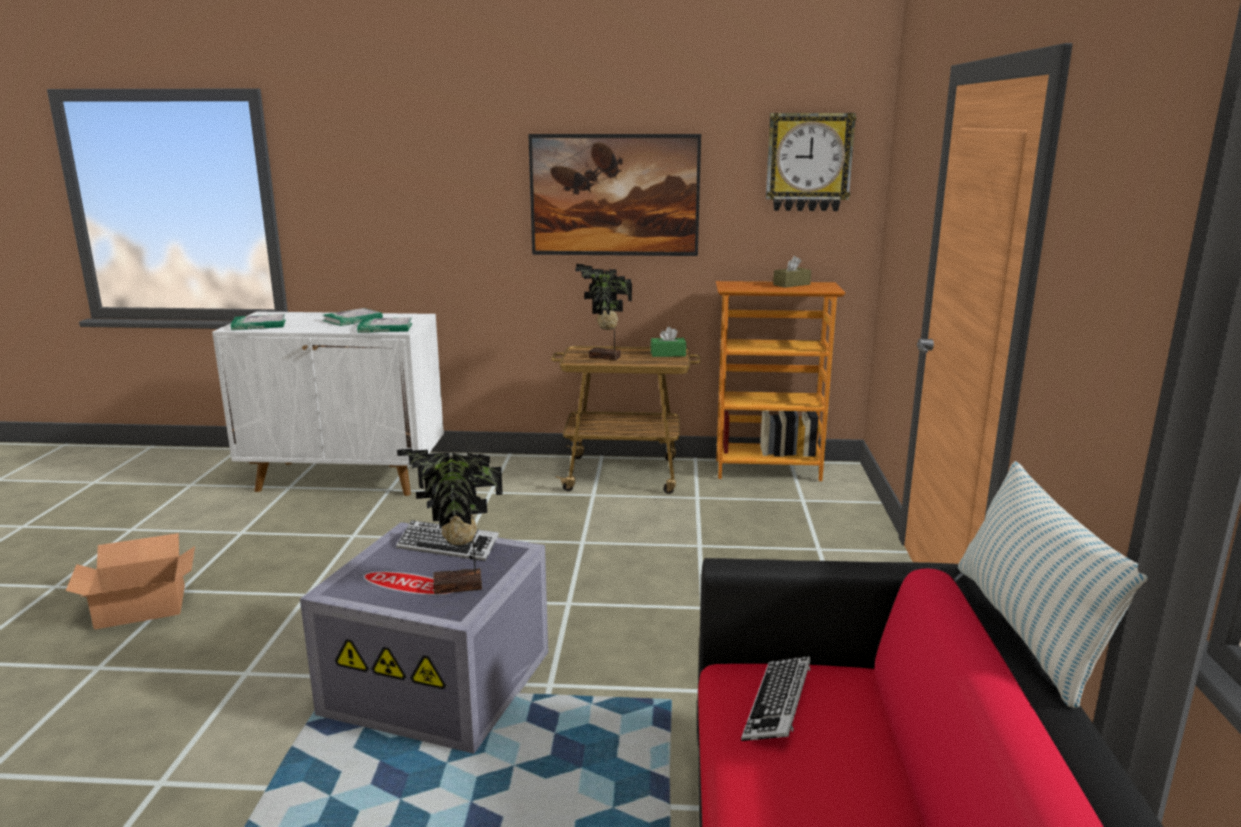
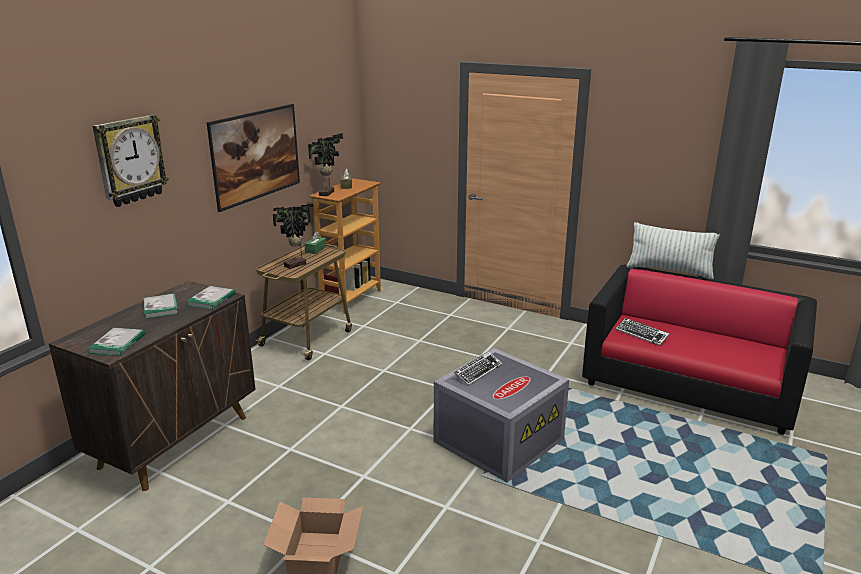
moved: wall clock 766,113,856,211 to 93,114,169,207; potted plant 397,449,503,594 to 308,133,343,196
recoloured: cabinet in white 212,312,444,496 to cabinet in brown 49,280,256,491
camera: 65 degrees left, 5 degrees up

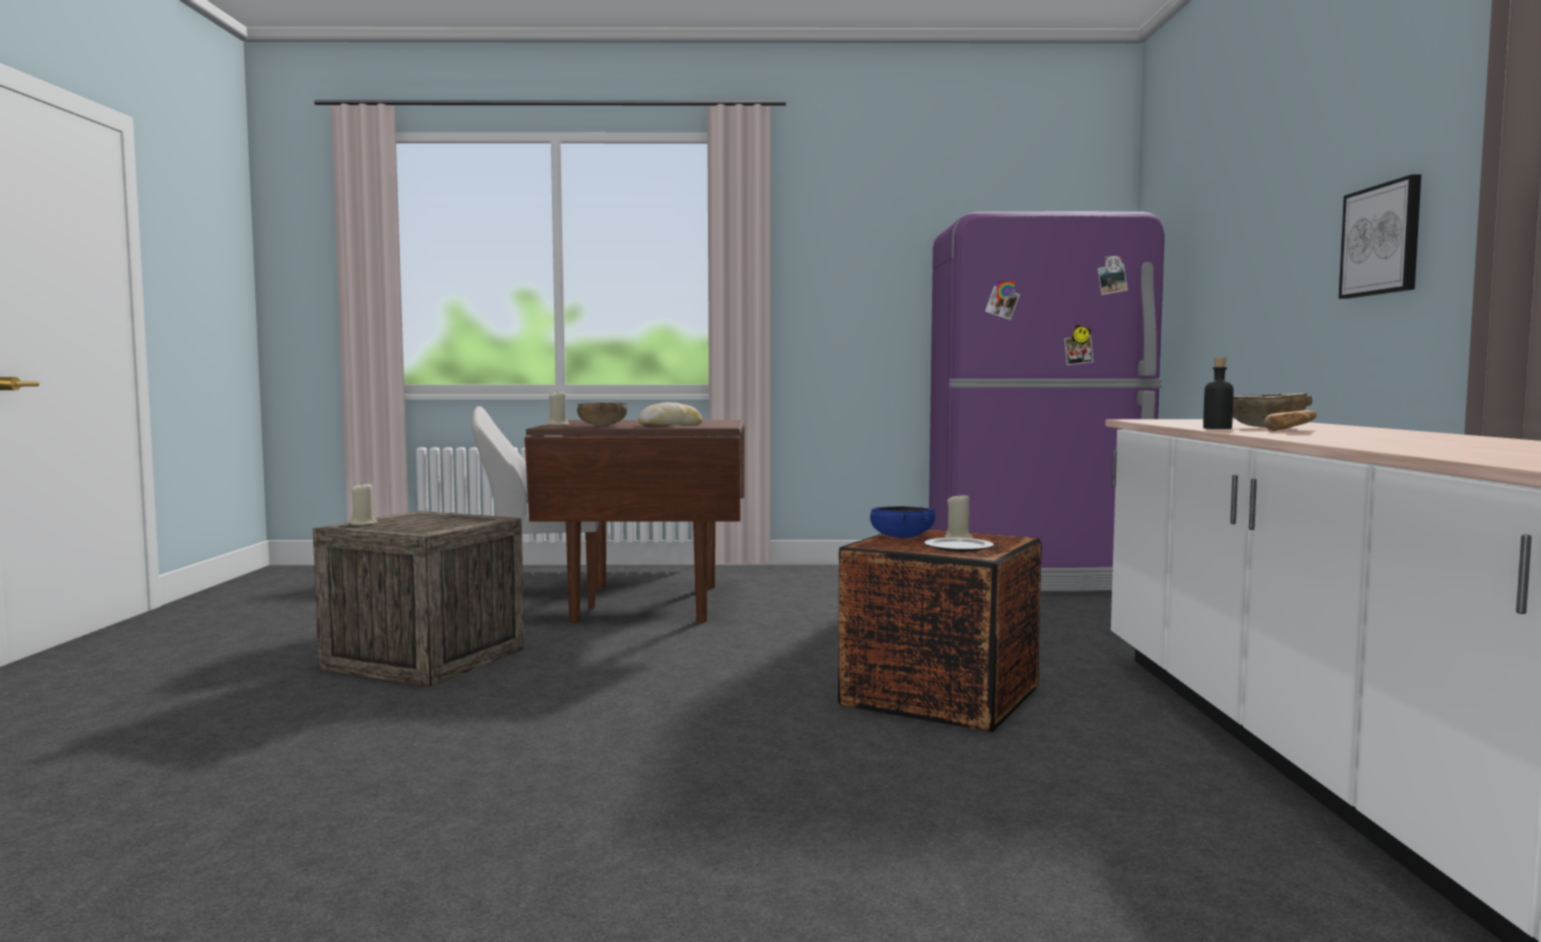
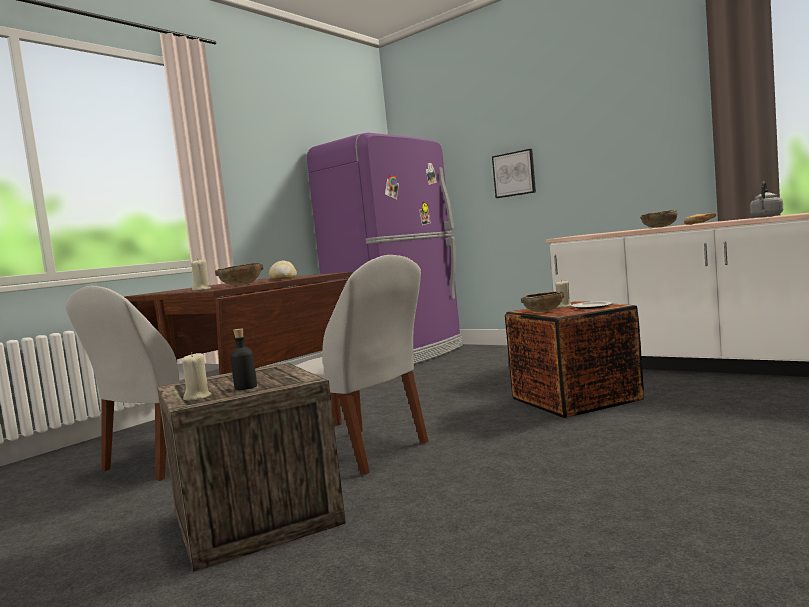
added: chair in white 295,255,429,475; kettle in grey 750,181,783,218
moved: bottle in black 1203,357,1234,429 to 230,329,257,390; picture 1339,175,1421,299 to 492,149,536,198
recoloured: bowl in blue 870,506,935,538 to bowl in brown 521,291,564,312
camera: 50 degrees left, 0 degrees up

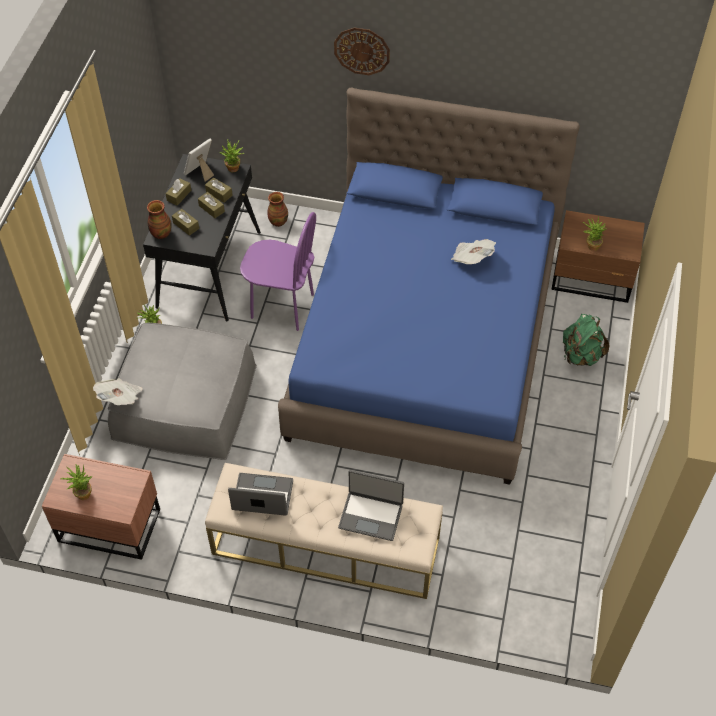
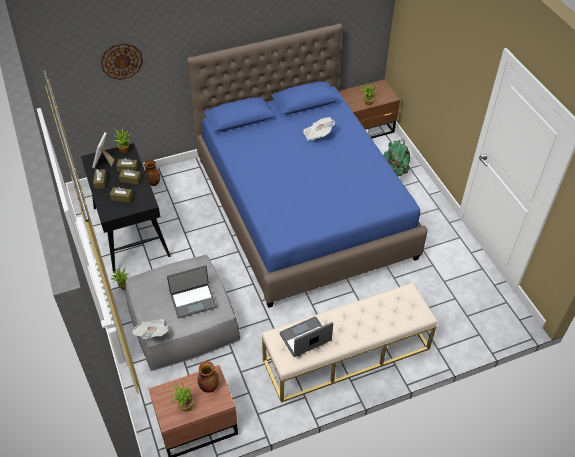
removed: chair in purple 240,212,316,331
moved: wall clock 334,27,390,75 to 100,43,143,80; laptop 338,470,404,541 to 167,265,217,318; vase 147,200,172,239 to 197,361,219,393
camera: 35 degrees left, 5 degrees down

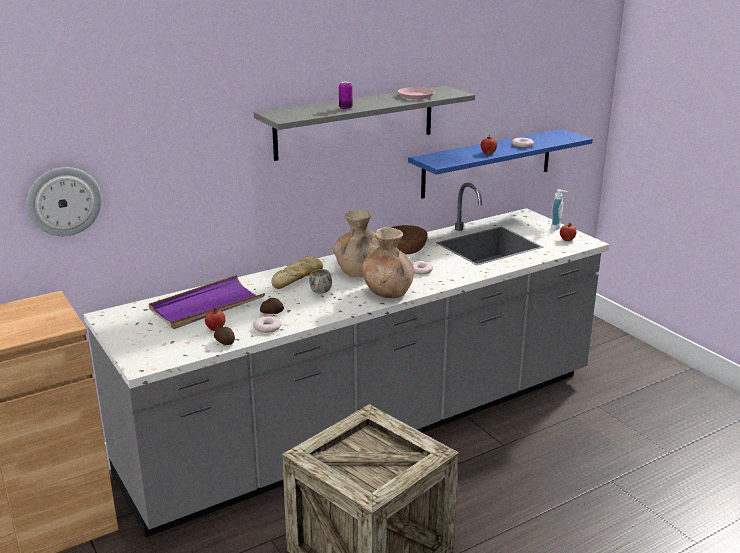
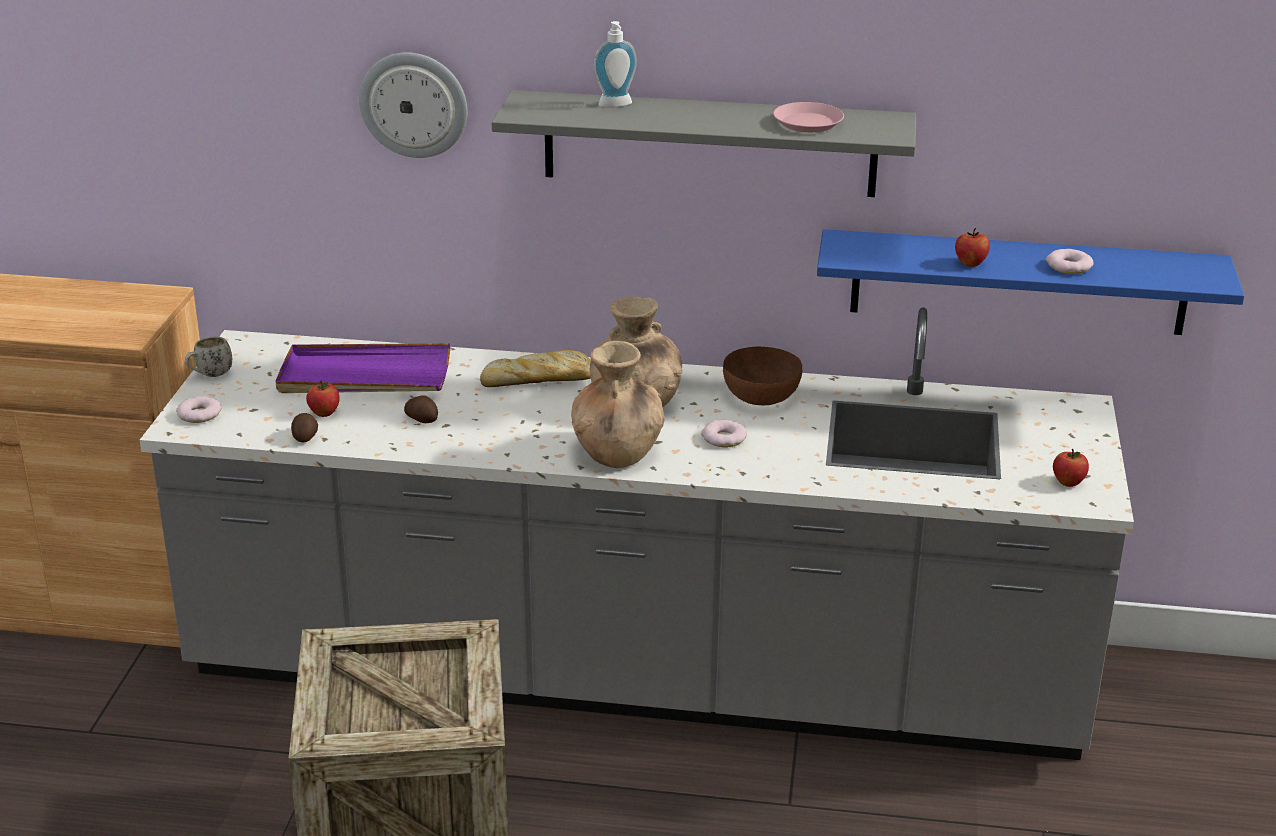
removed: can 339,81,353,110
moved: donut 253,316,282,333 to 176,396,222,423; mug in white 309,269,332,294 to 184,337,232,377; wall clock 27,167,102,236 to 359,52,467,158; soap dispenser 551,189,568,231 to 594,21,637,108
camera: 40 degrees right, 5 degrees up

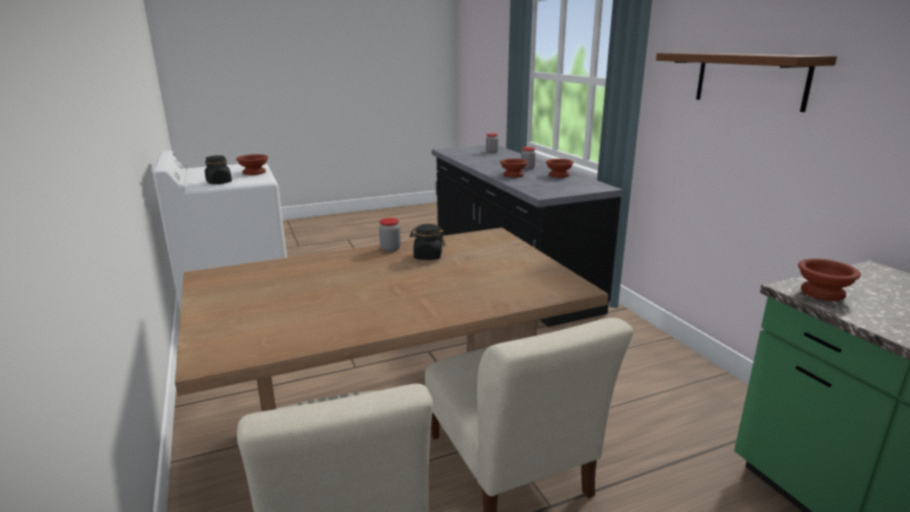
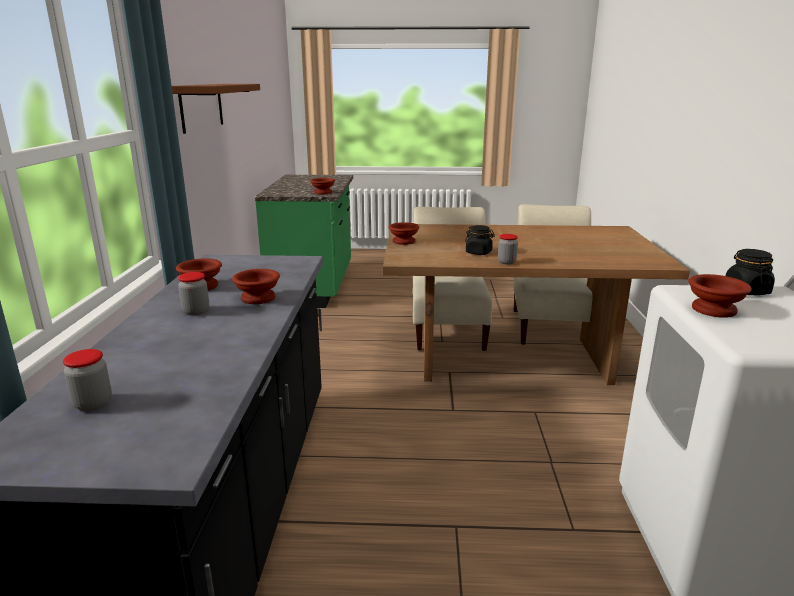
added: bowl in brown 388,222,420,245
camera: 155 degrees left, 0 degrees up

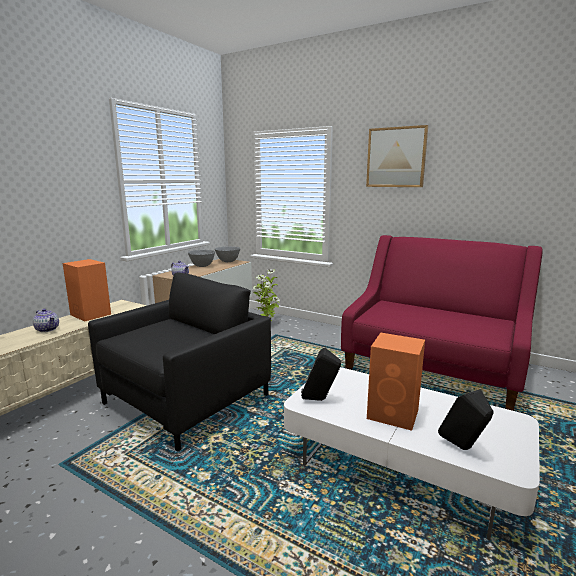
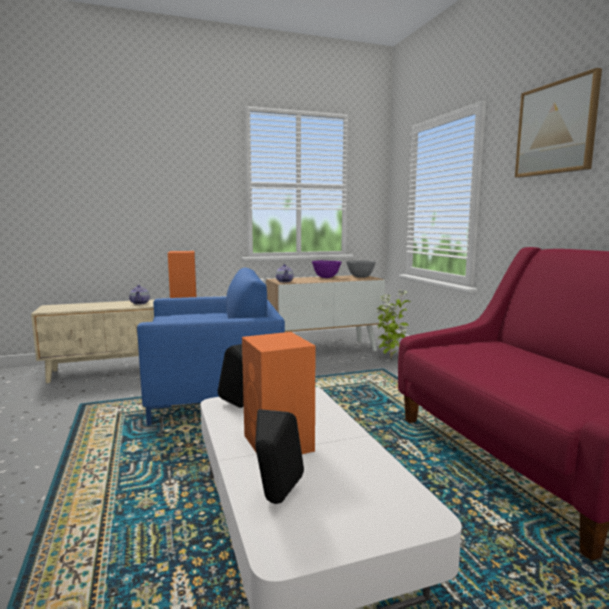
recoloured: armchair in black 88,273,271,452 to armchair in blue 137,268,285,426; bowl in grey 188,250,215,267 to bowl in purple 312,260,341,278
camera: 40 degrees right, 5 degrees down

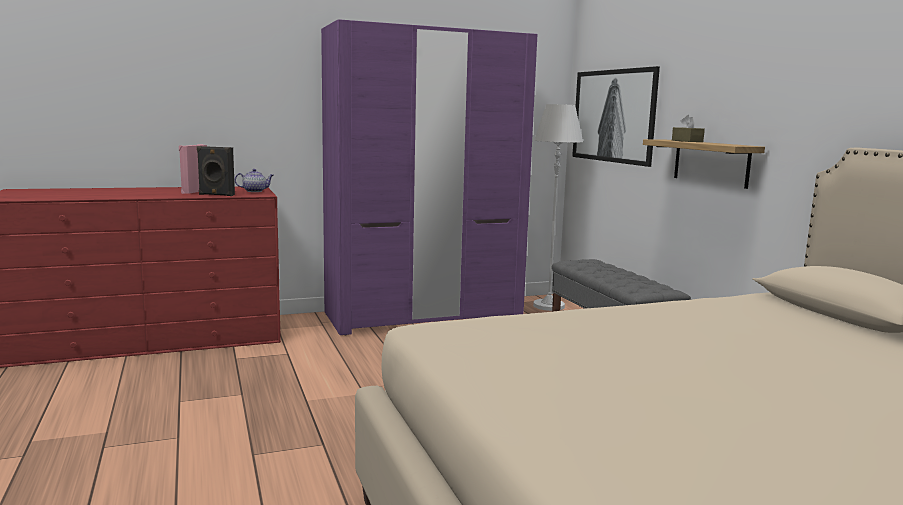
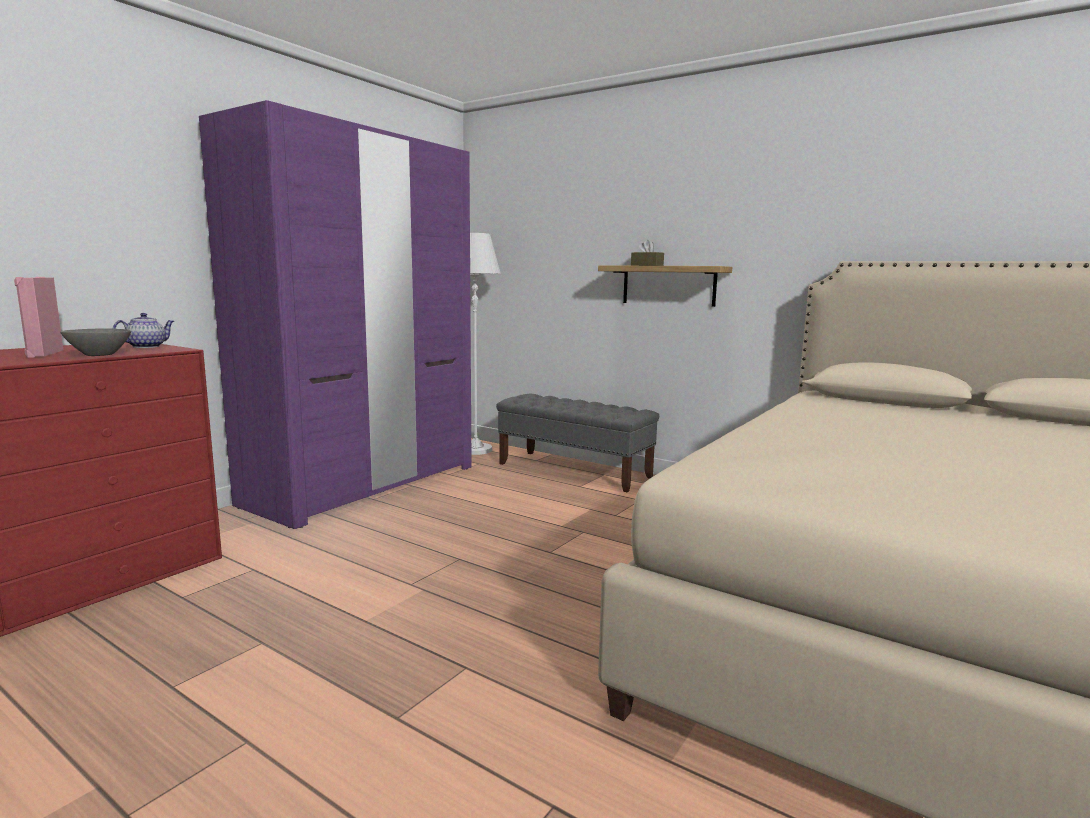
removed: picture 572,66,660,167
replaced: speaker in black 197,146,235,196 to bowl in grey 61,328,131,356
camera: 35 degrees left, 0 degrees up

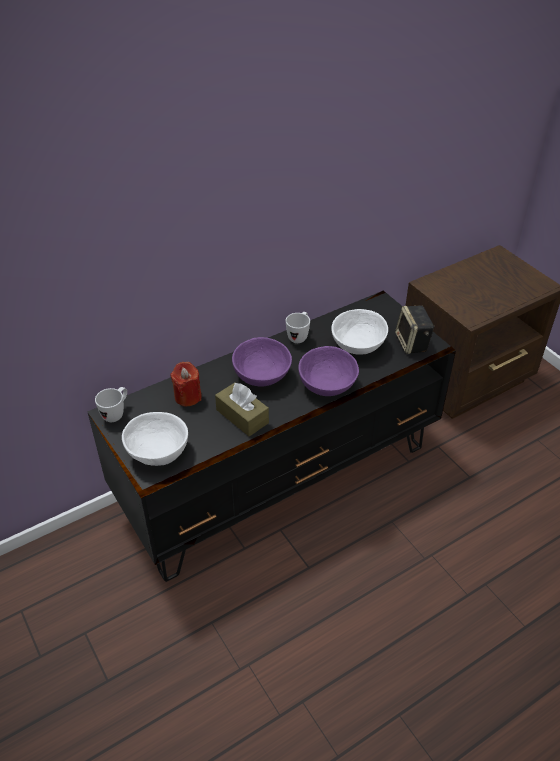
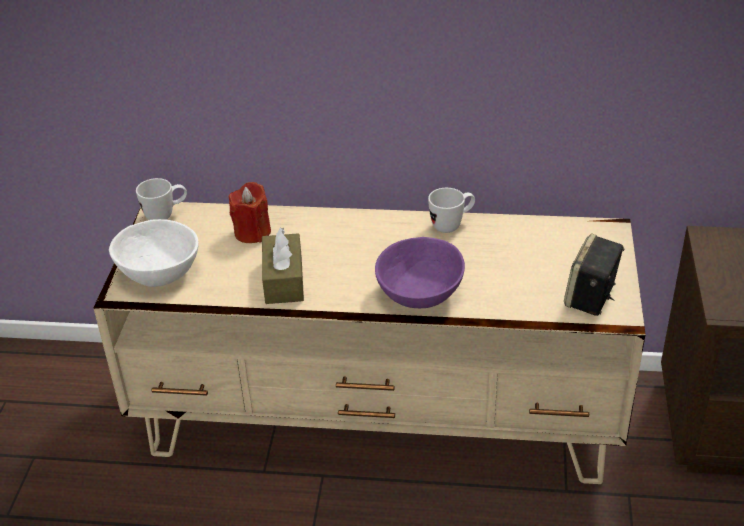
removed: bowl in purple 232,337,292,387; bowl in white 331,309,388,355
recoloured: tv stand in black 87,291,456,582 to tv stand in beige 93,202,646,484
camera: 40 degrees right, 5 degrees down

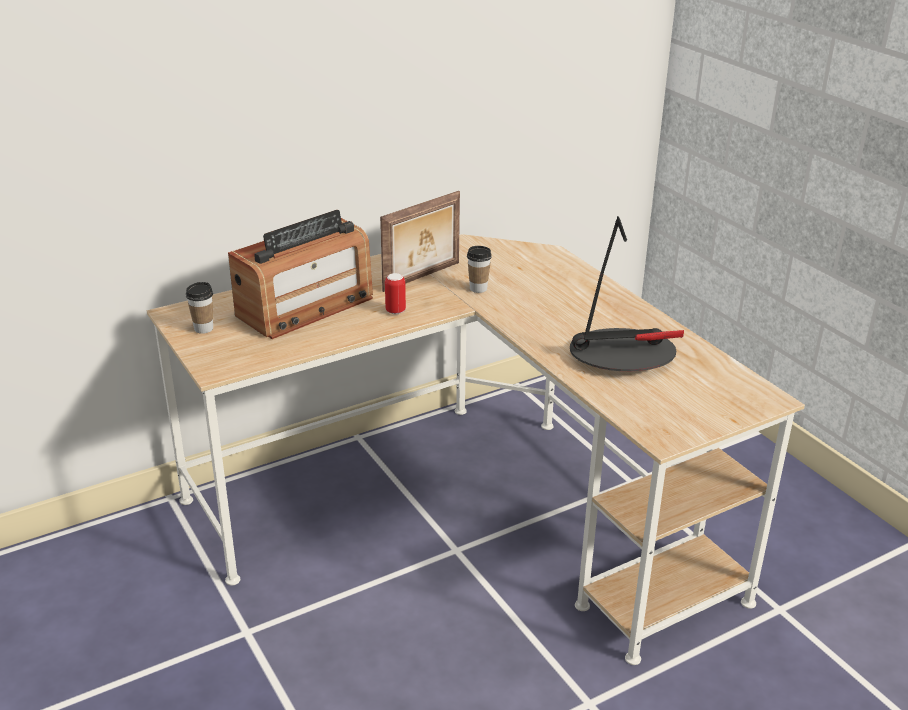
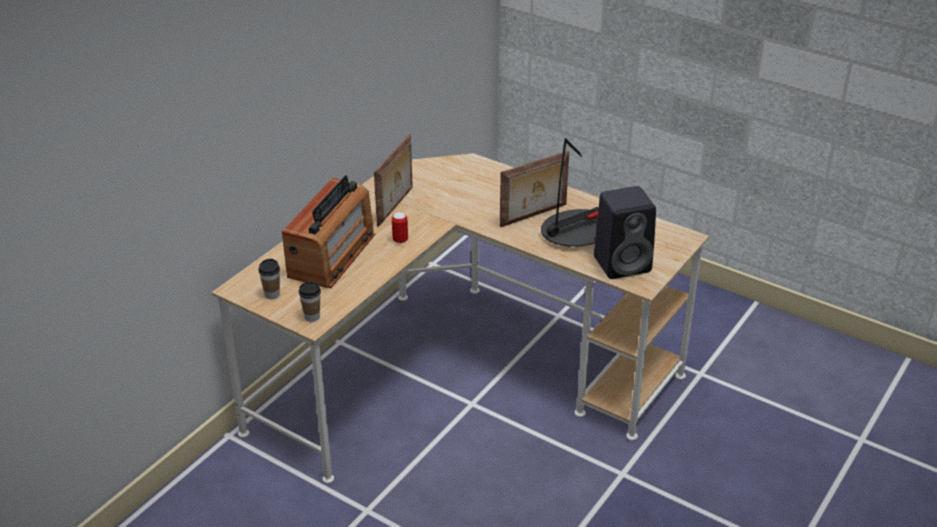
added: picture frame 500,150,569,227; speaker in black 594,186,656,279
moved: cup 467,246,492,293 to 299,282,321,322
camera: 25 degrees left, 5 degrees up

